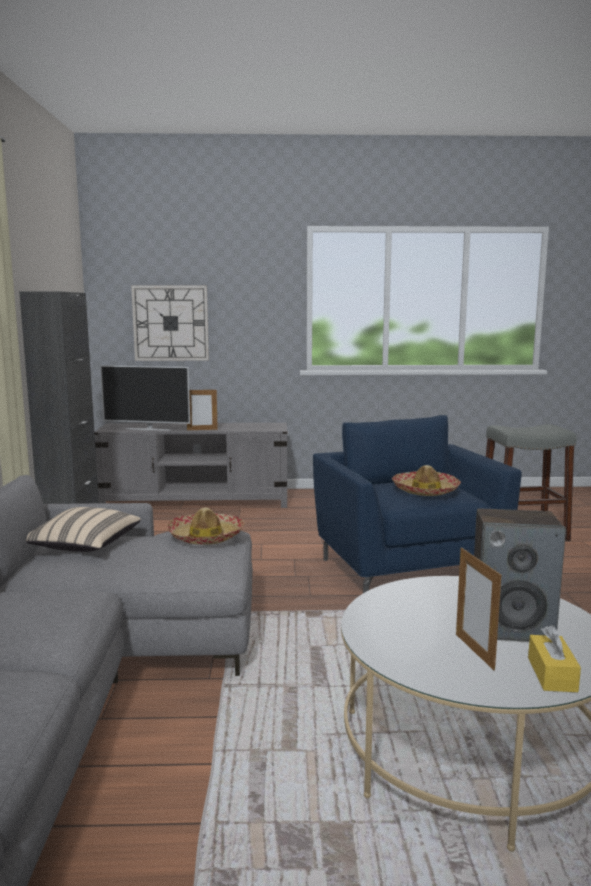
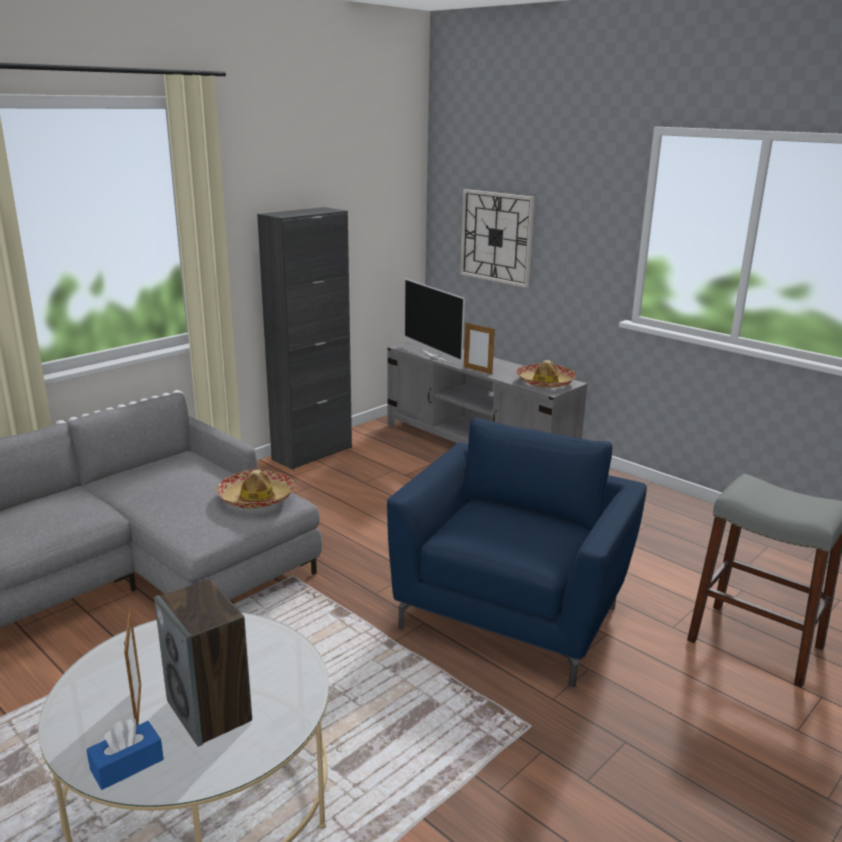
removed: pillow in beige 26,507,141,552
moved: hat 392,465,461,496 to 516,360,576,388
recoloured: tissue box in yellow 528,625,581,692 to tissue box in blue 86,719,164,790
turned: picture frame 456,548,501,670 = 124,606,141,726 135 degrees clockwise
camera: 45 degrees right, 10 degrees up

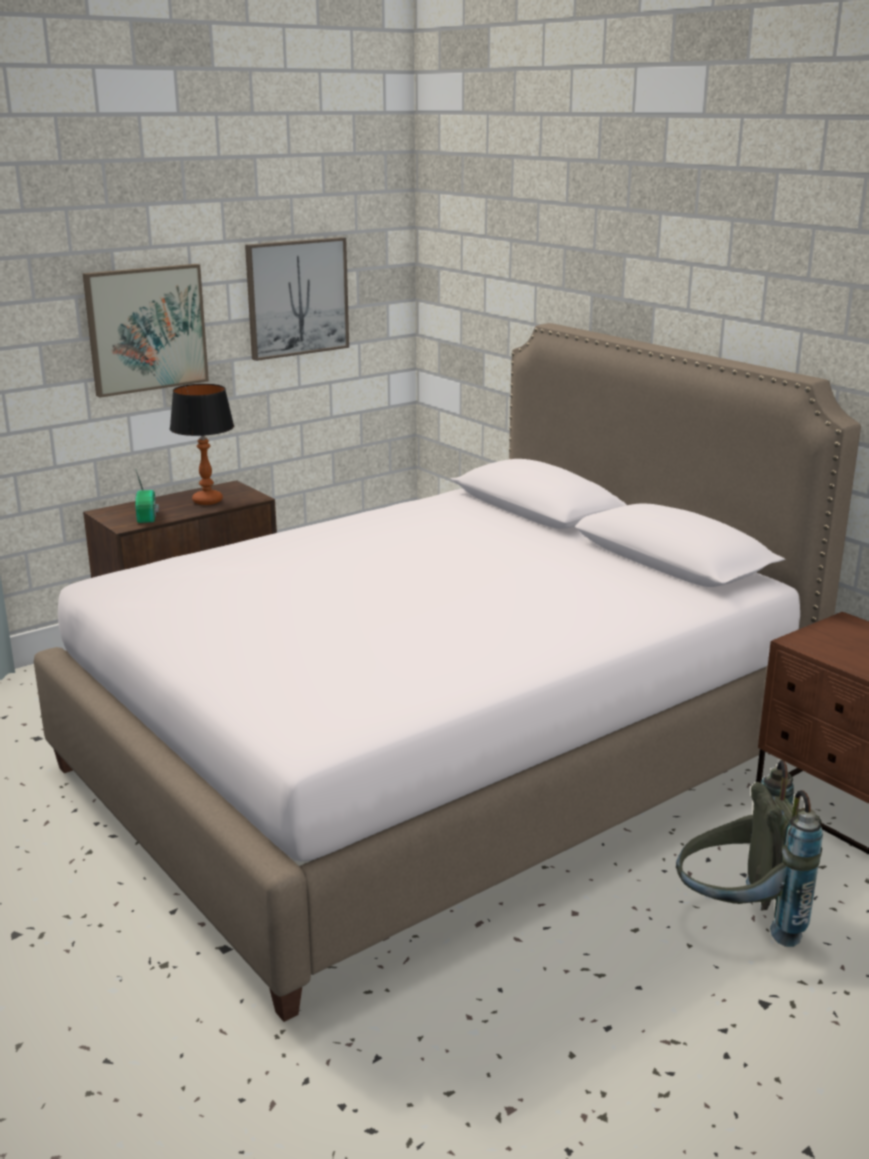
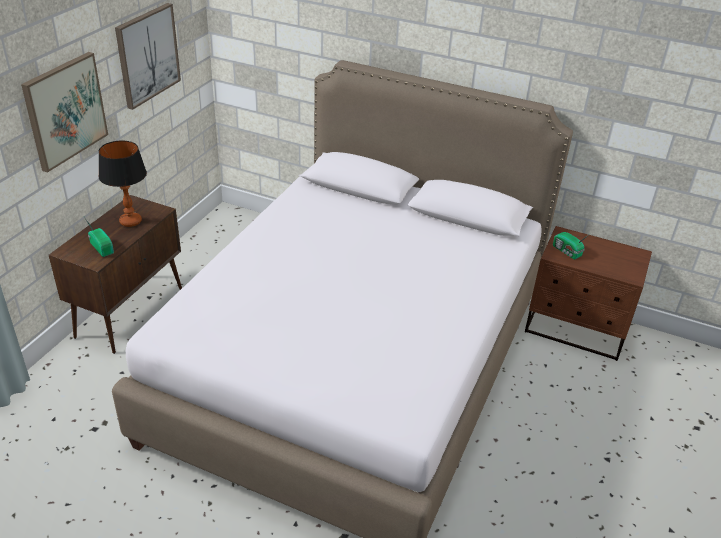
removed: backpack in grey 676,760,823,947
added: radio 553,232,591,259
camera: 30 degrees left, 15 degrees up

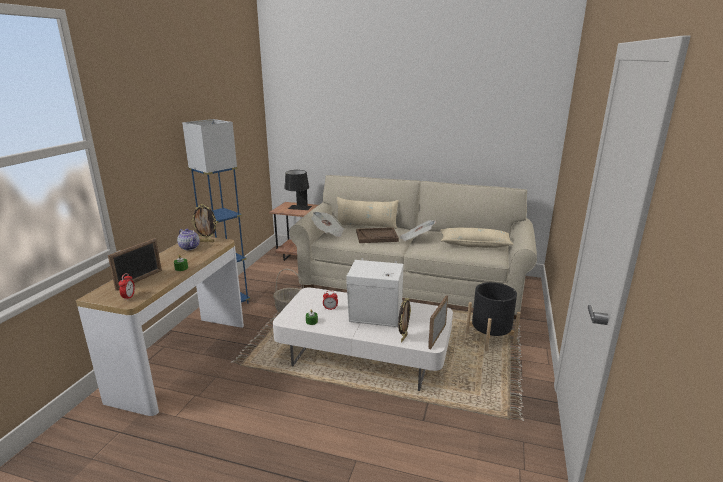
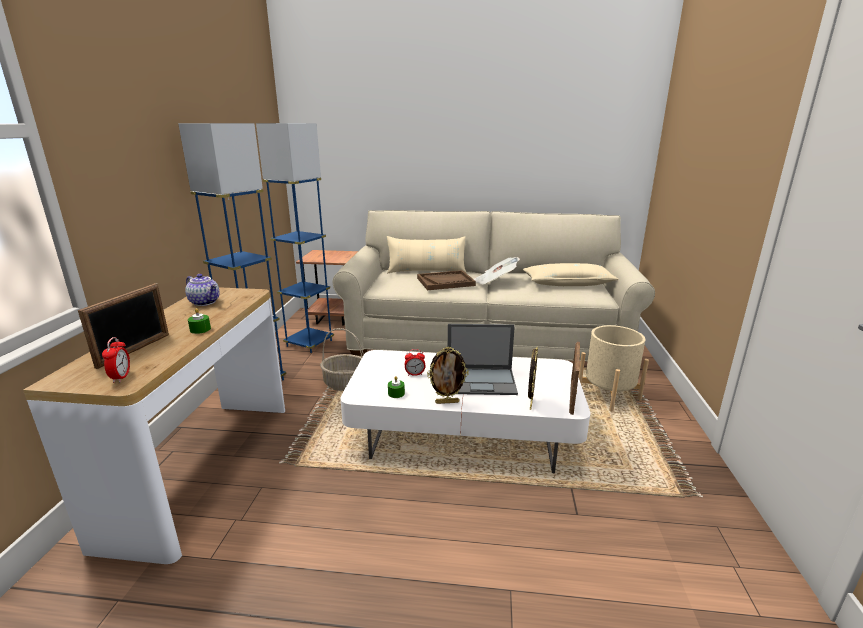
removed: table lamp in black 284,170,312,210; newspaper 311,211,345,237
added: floor lamp in blue 256,123,334,353
moved: picture frame 191,204,217,242 to 427,347,469,404
replaced: speaker in white 346,258,404,327 to laptop 448,324,518,395
recoloured: planter in black 466,282,520,351 to planter in beige 579,325,649,412
camera: 10 degrees left, 0 degrees up

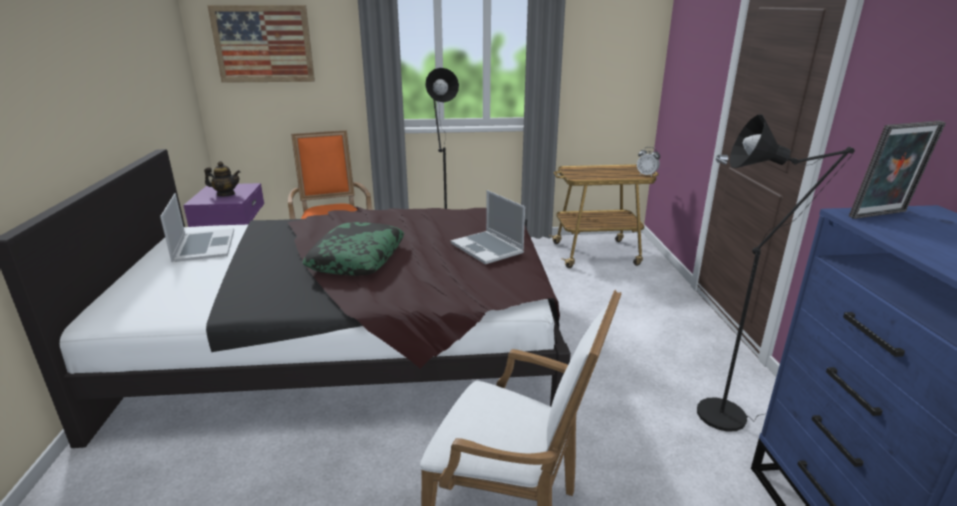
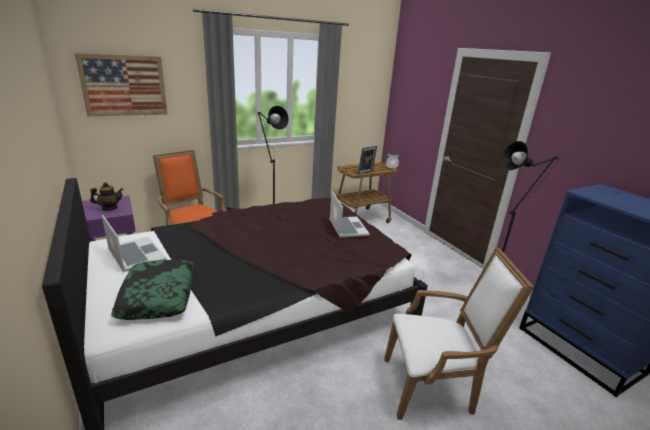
moved: pillow 302,222,404,276 to 111,260,194,320; picture frame 849,121,946,219 to 358,146,377,174
turned: laptop 451,190,525,265 = 330,191,370,238 135 degrees counterclockwise
camera: 25 degrees left, 0 degrees up

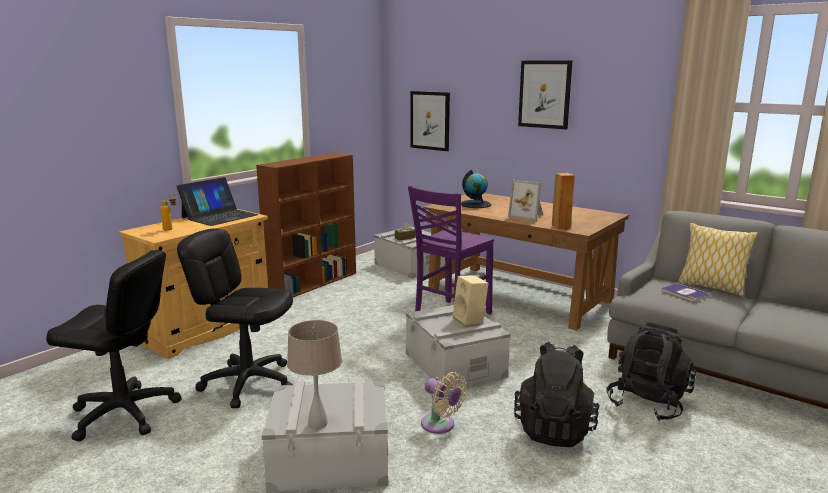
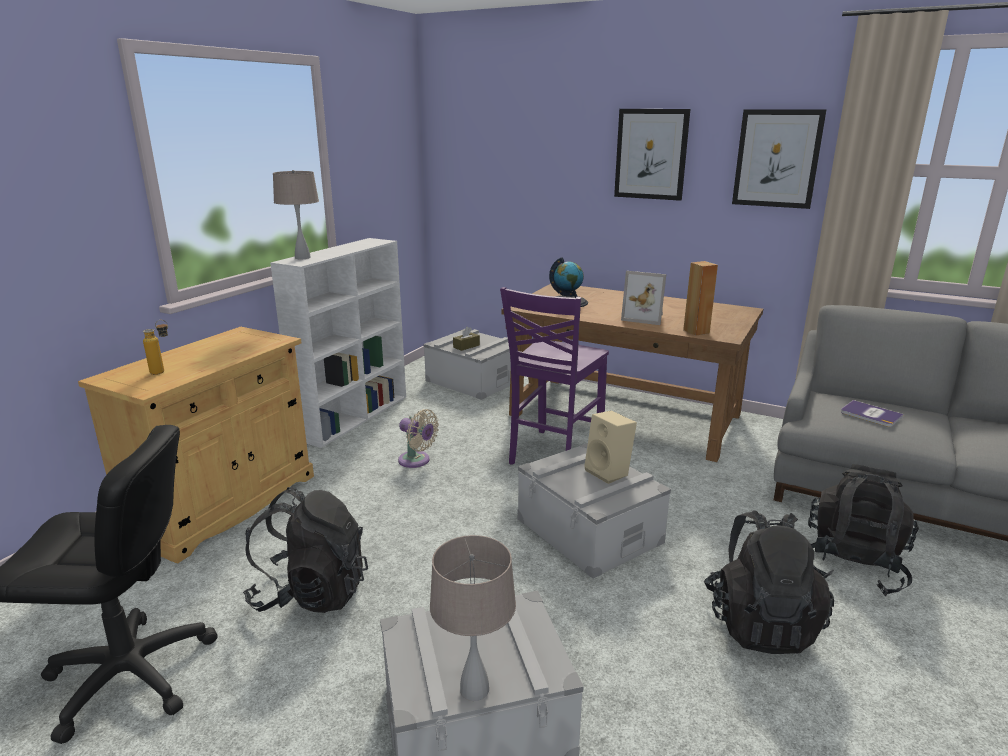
removed: laptop 177,177,258,226; pillow 678,223,758,297
added: table lamp in beige 273,170,319,259
moved: fan in beige 421,372,467,434 to 398,409,439,468; picture 410,91,450,151 to 732,109,827,209
replaced: office chair in black 177,228,293,408 to backpack in black 243,487,368,613
recoloured: bookcase in brown 256,153,356,297 to bookcase in white 270,238,406,448
camera: 10 degrees left, 5 degrees up

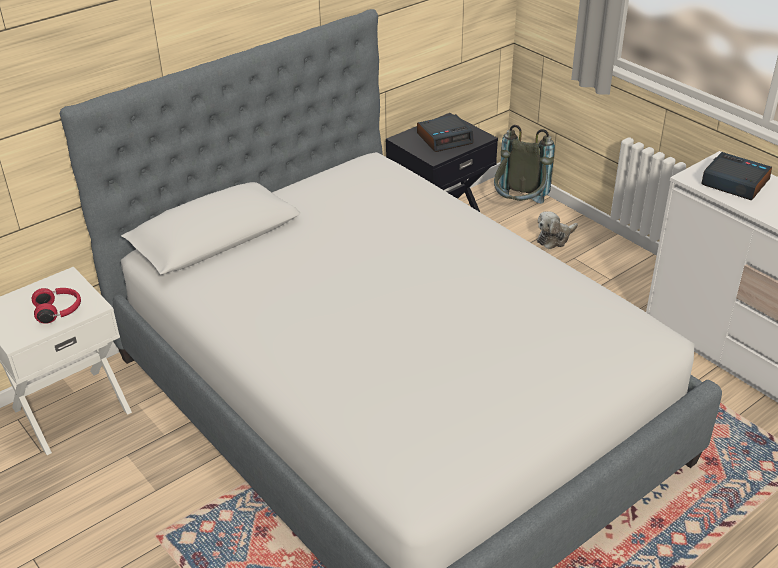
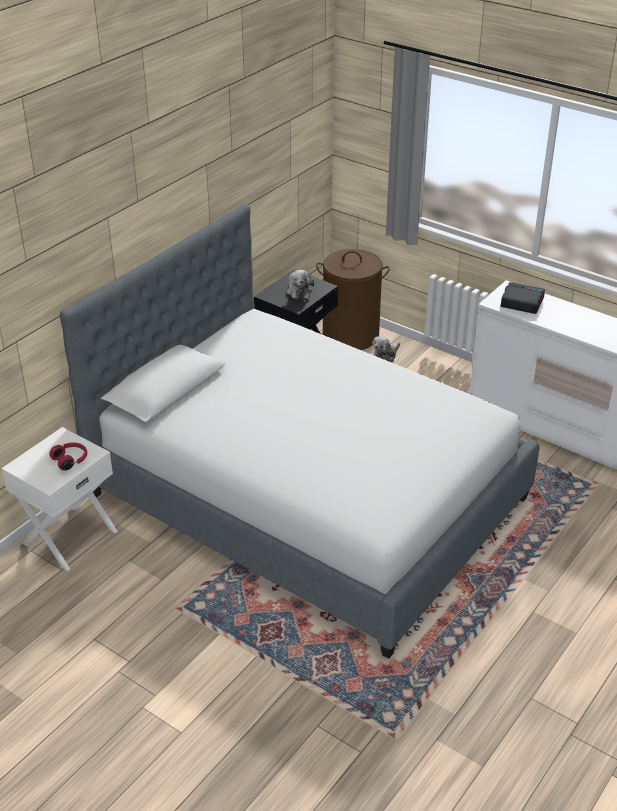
replaced: alarm clock 417,114,474,152 to plush toy 286,270,314,299; backpack in grey 494,125,555,204 to laundry basket in brown 316,249,390,350
camera: 15 degrees left, 0 degrees up

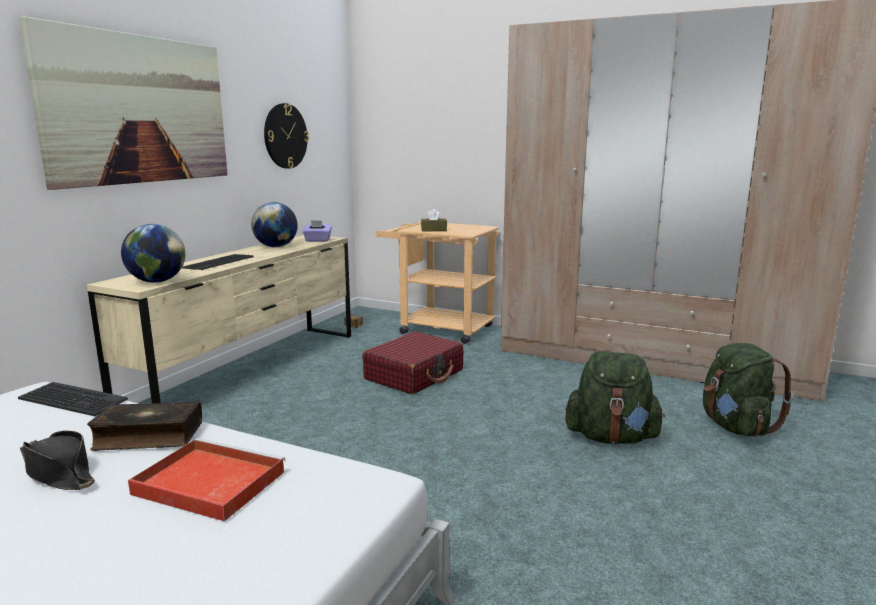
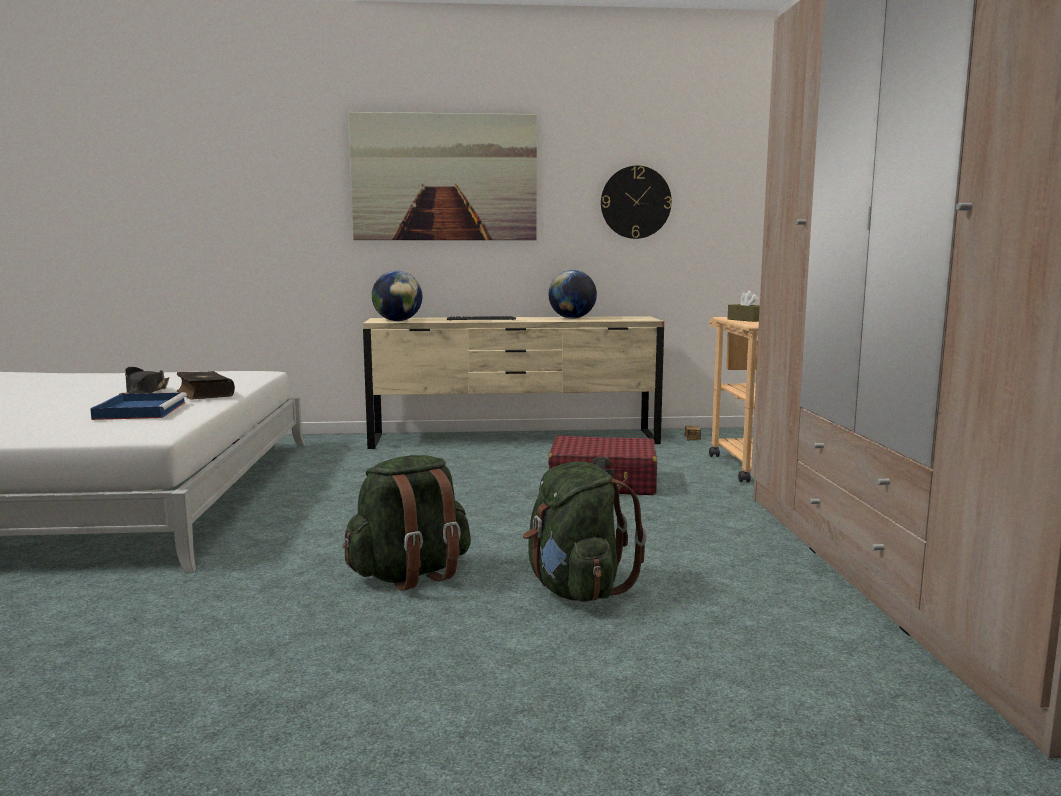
removed: keyboard 18,382,128,416; tissue box in purple 303,220,332,242
moved: backpack in green 703,343,793,436 to 342,455,471,591
recoloured: tray in red 128,438,285,522 to tray in blue 90,392,187,420
camera: 60 degrees right, 5 degrees down

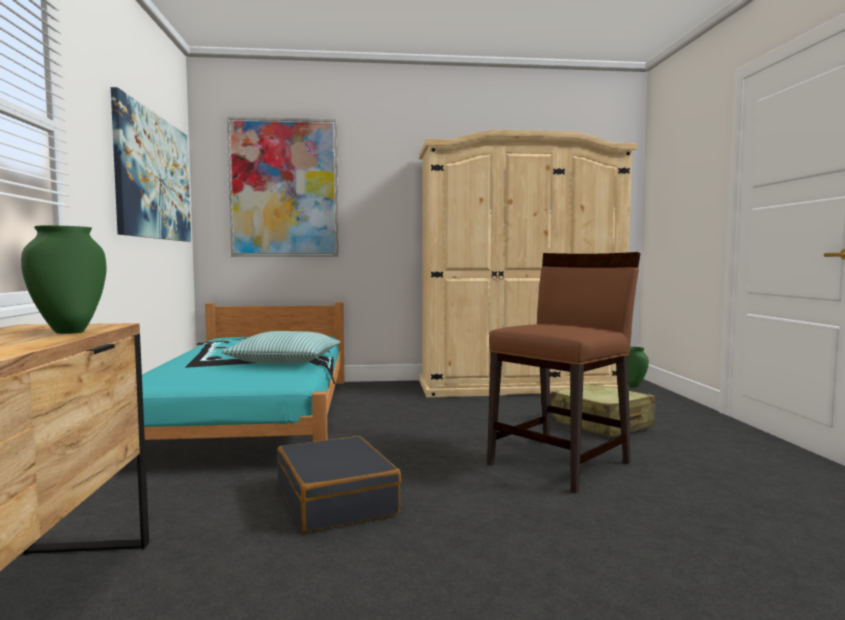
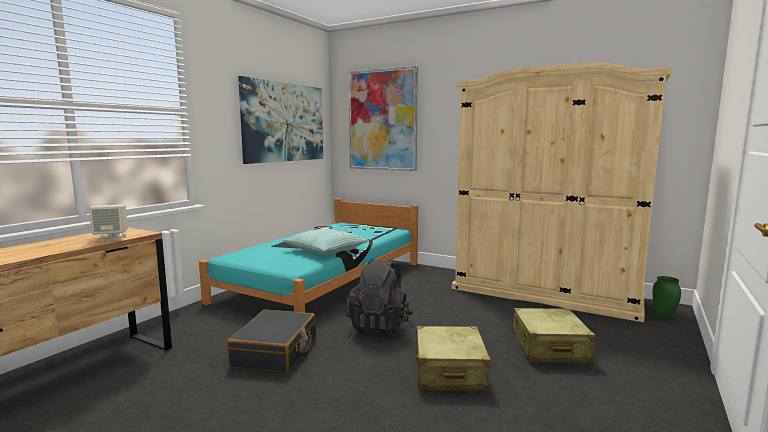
added: backpack in black 346,258,413,337
replaced: vase in green 21,226,106,334 to speaker in beige 89,204,128,242; chair in brown 487,252,641,493 to suitcase in beige 414,326,491,391
camera: 35 degrees right, 5 degrees up

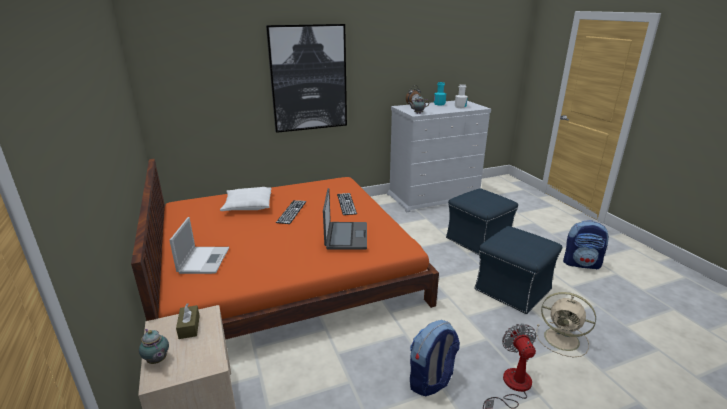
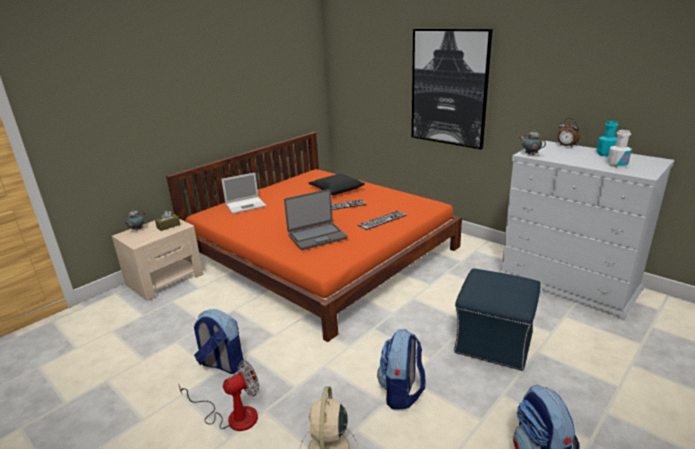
replaced: ottoman in blue 474,226,562,314 to backpack 377,329,425,410
recoloured: pillow in white 220,187,272,211 to pillow in black 309,173,365,195
camera: 65 degrees right, 0 degrees up

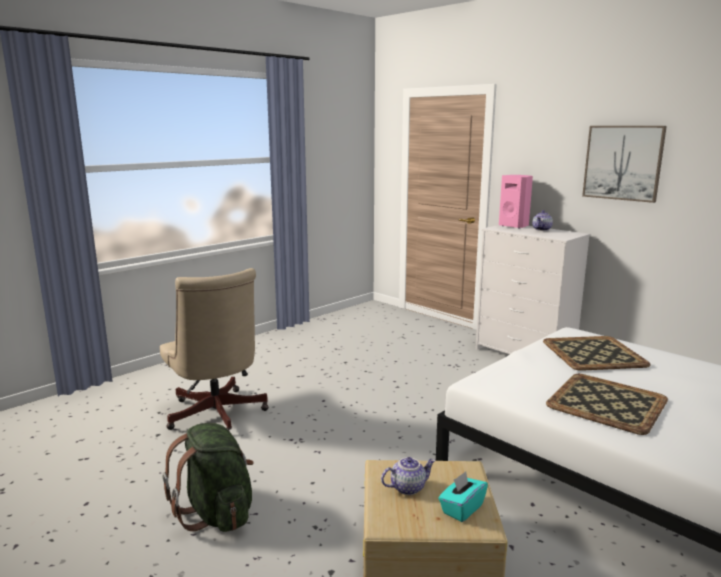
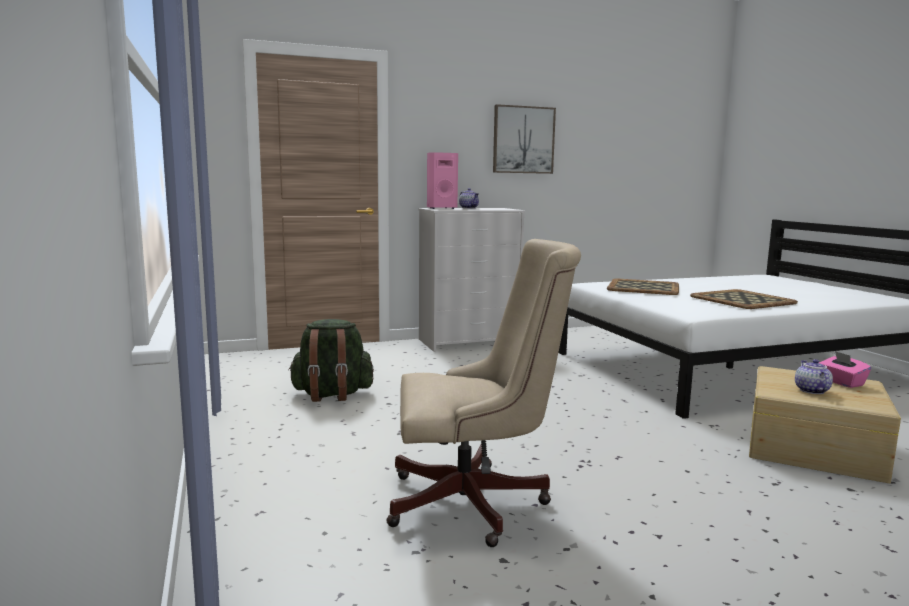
moved: backpack in green 163,423,253,532 to 288,319,374,402
recoloured: tissue box in turquoise 438,471,488,522 to tissue box in pink 819,351,871,388
camera: 65 degrees left, 5 degrees down

